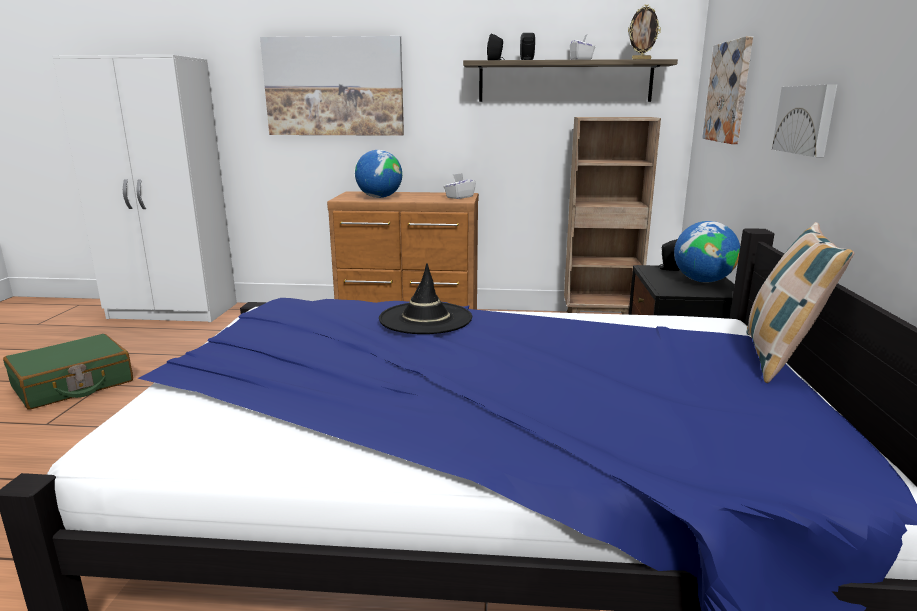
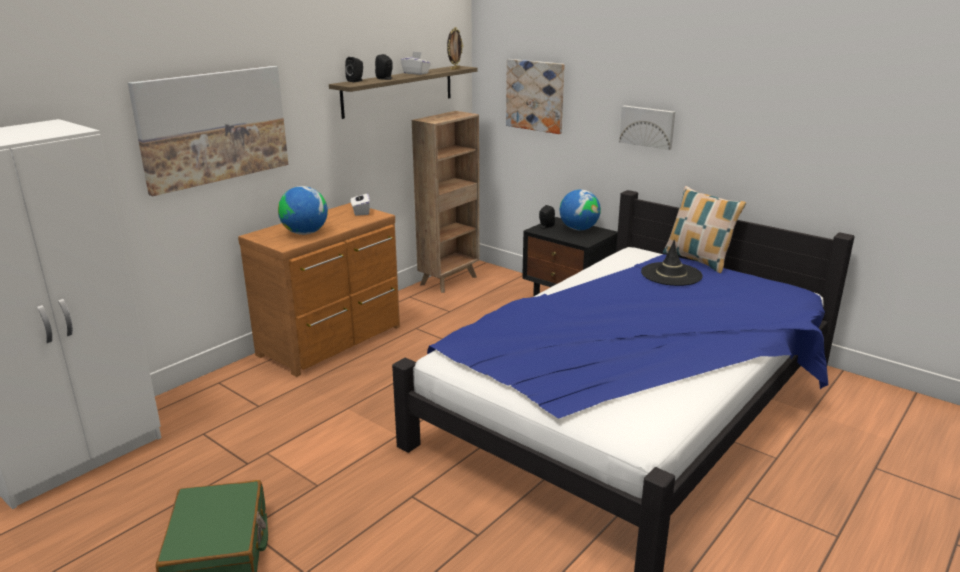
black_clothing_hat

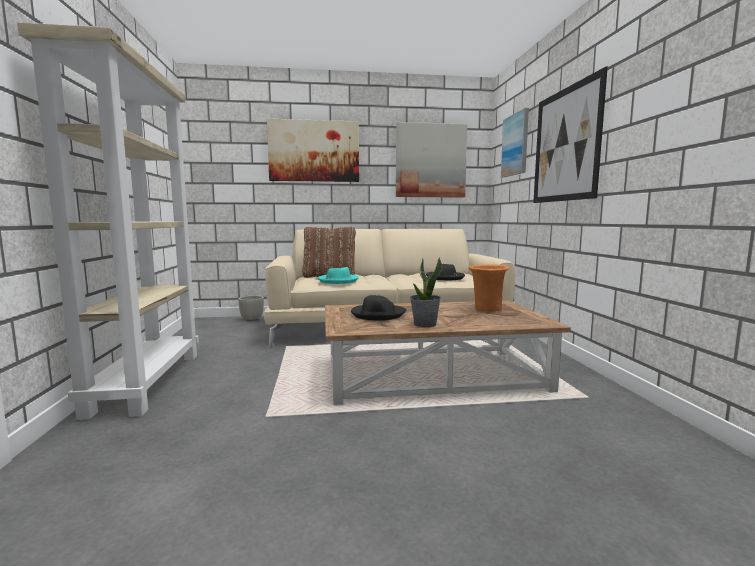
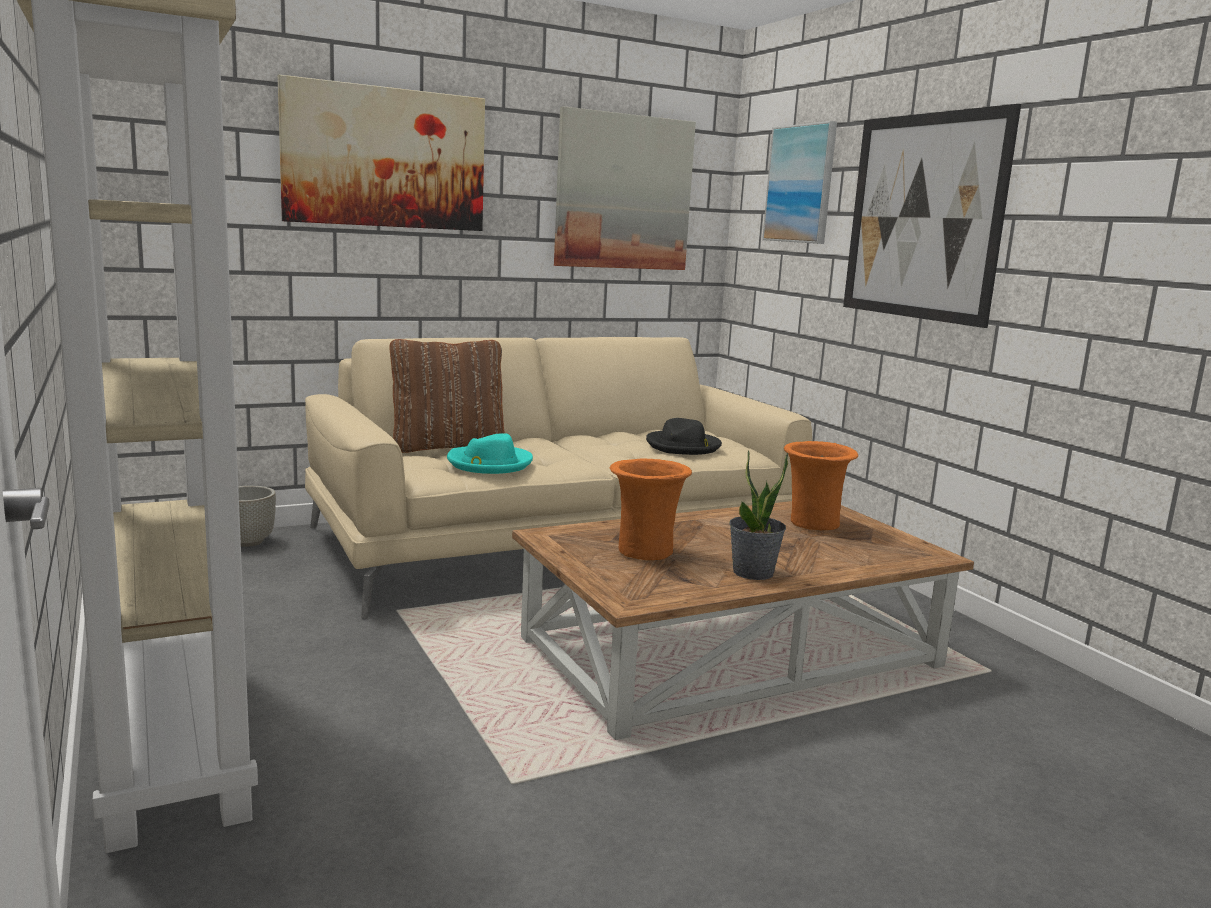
orangey_flower_vase (1st from left)

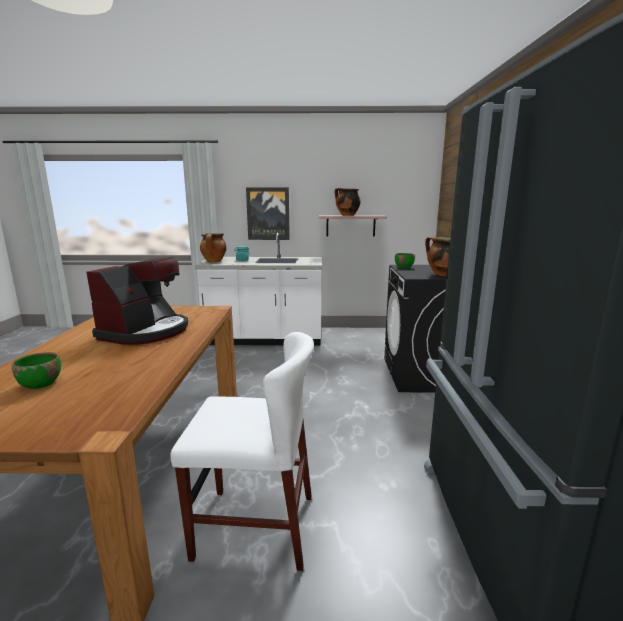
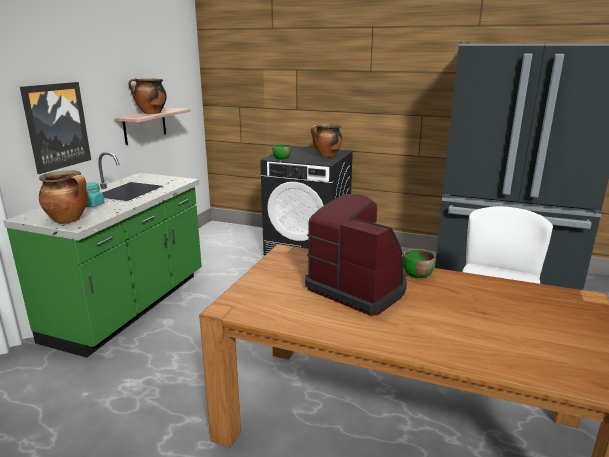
greenish_kitchen_counter; greenish_serving_bowl (2nd from left)

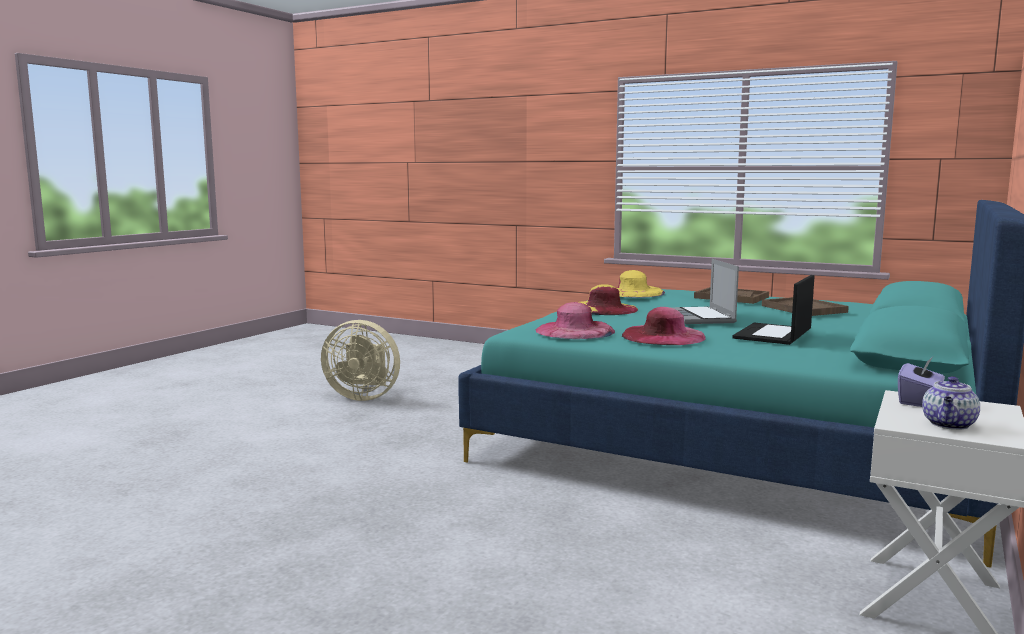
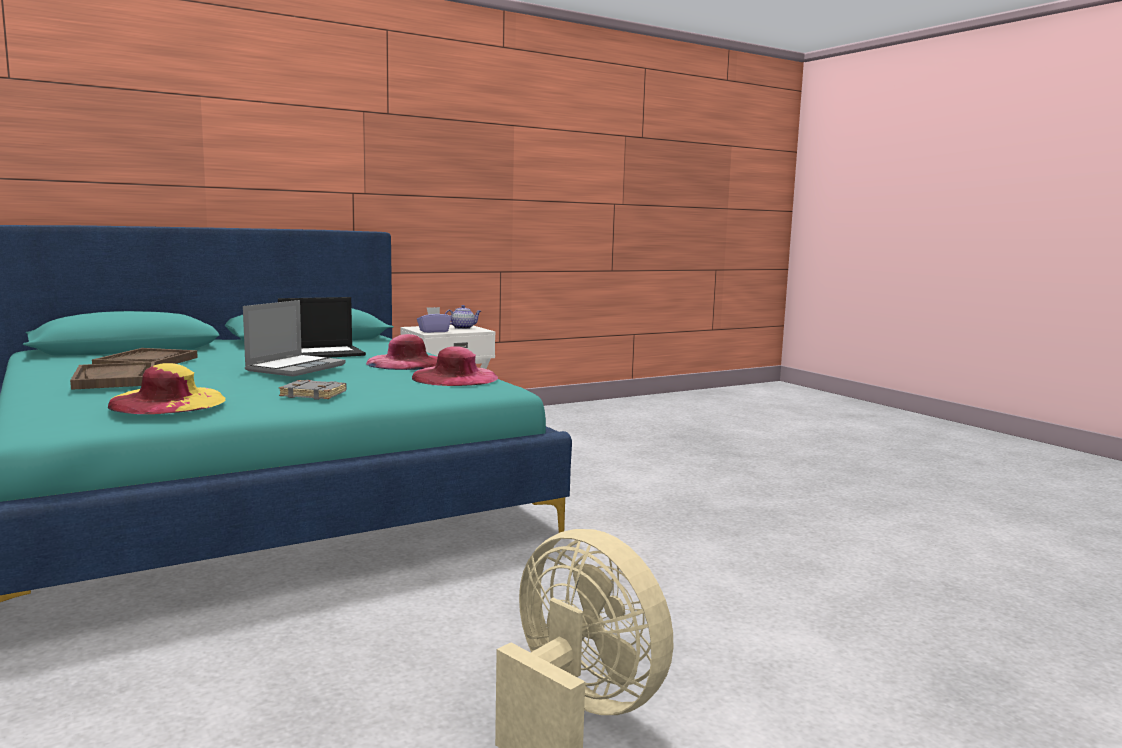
greyish_book

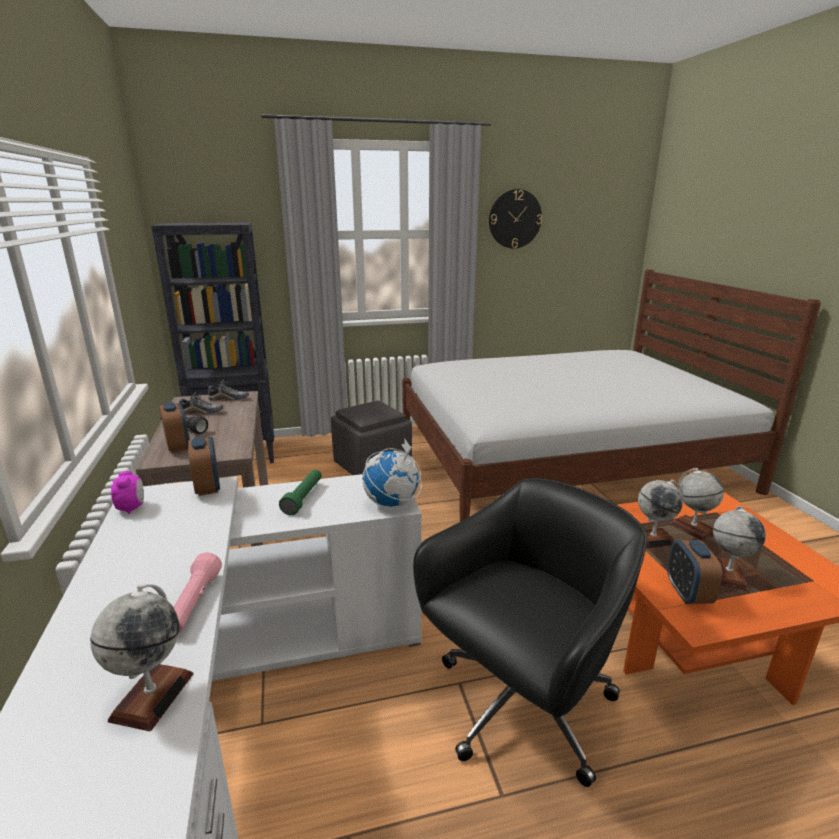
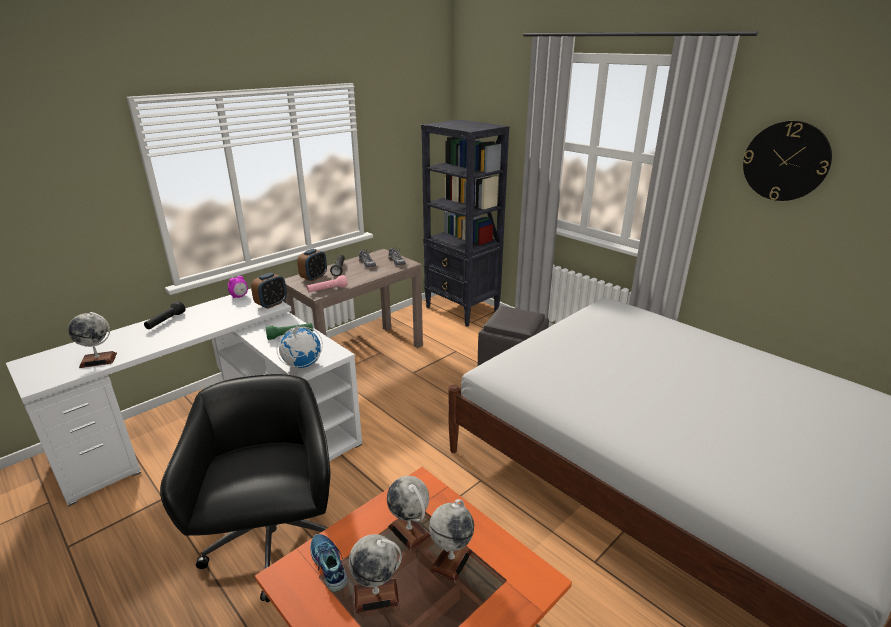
black_desk_chair; shoe (1st from left); pink-coloured_torch; black_torch (1st from left)

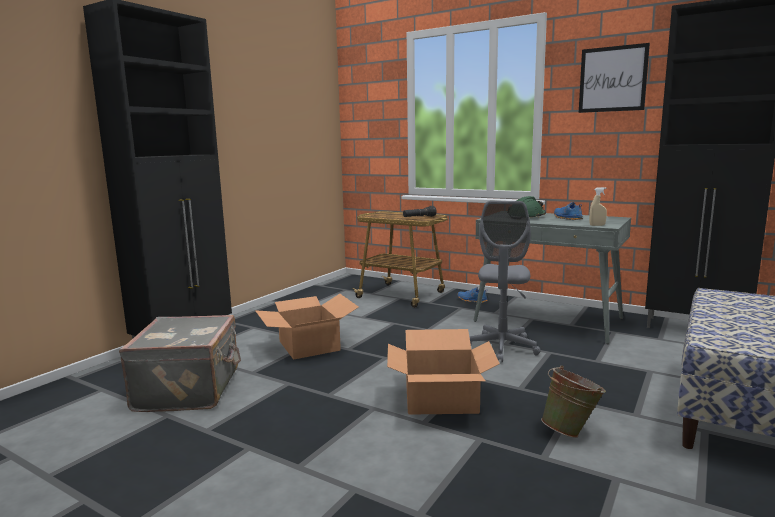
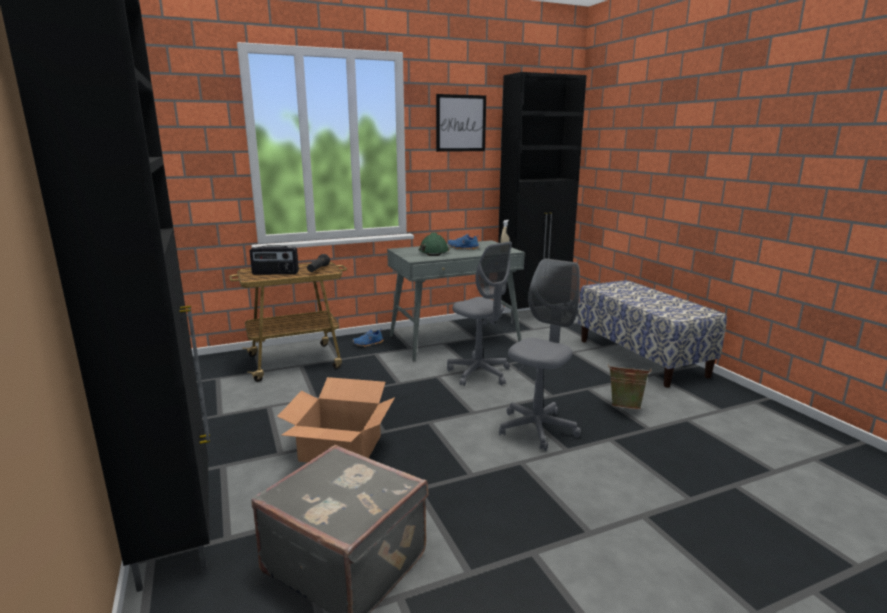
greyish_desk_chair (2nd from left); radio_receiver

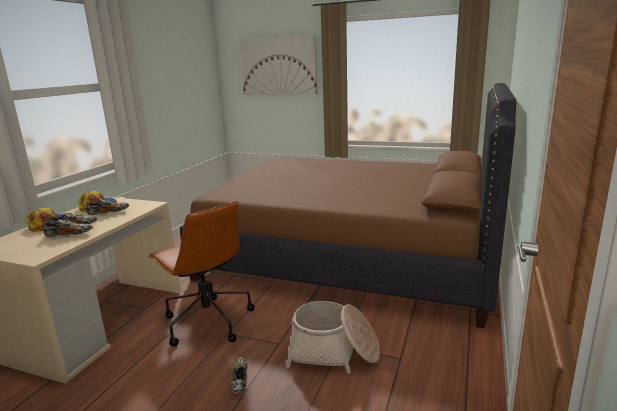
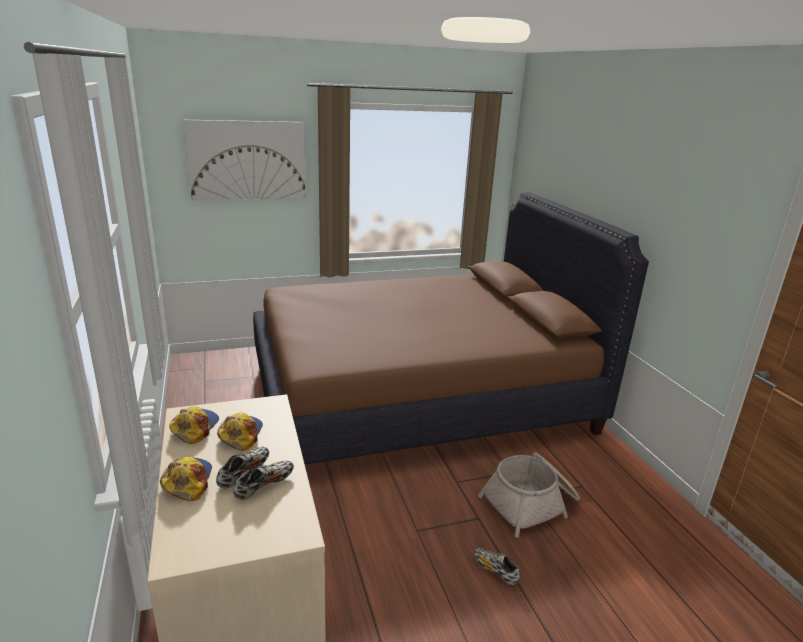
baseball_cap (3rd from left); brown-coloured_desk_chair

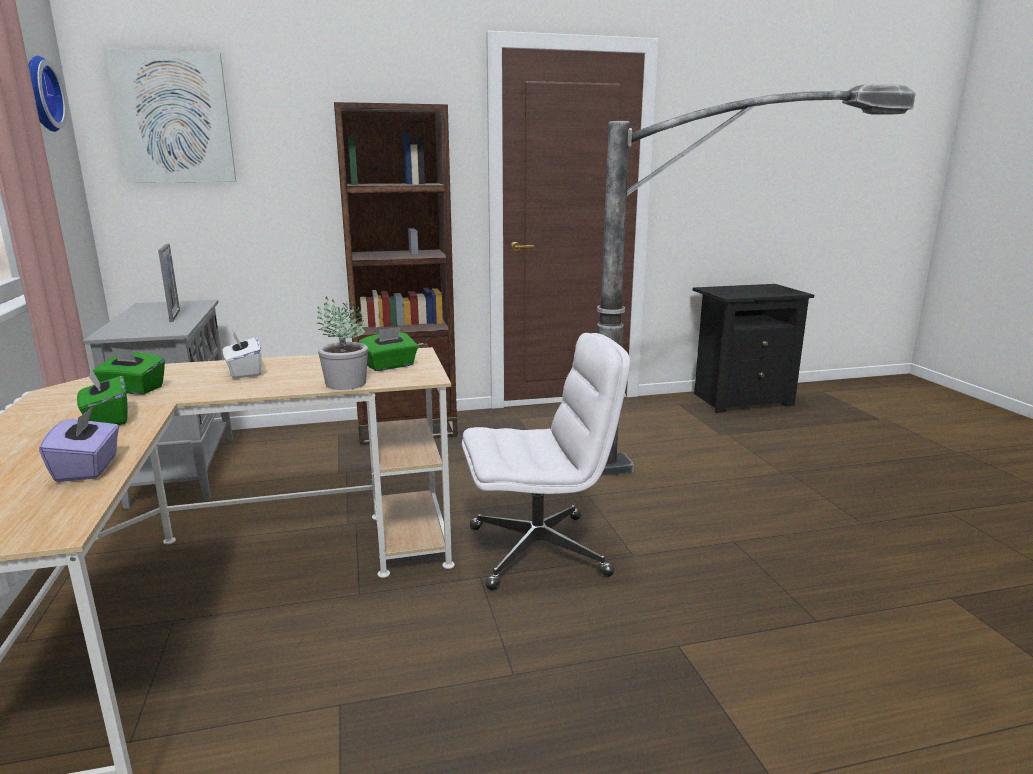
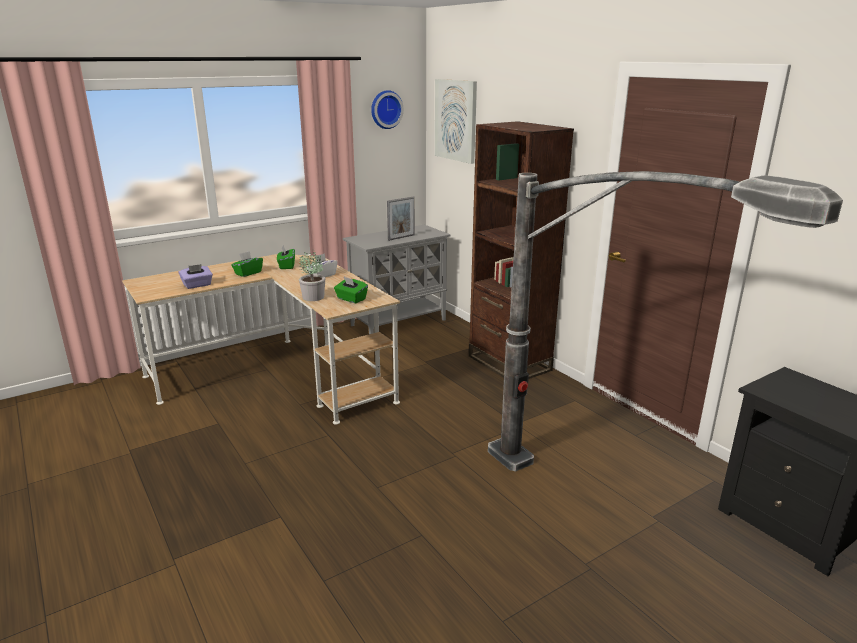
whitish_desk_chair

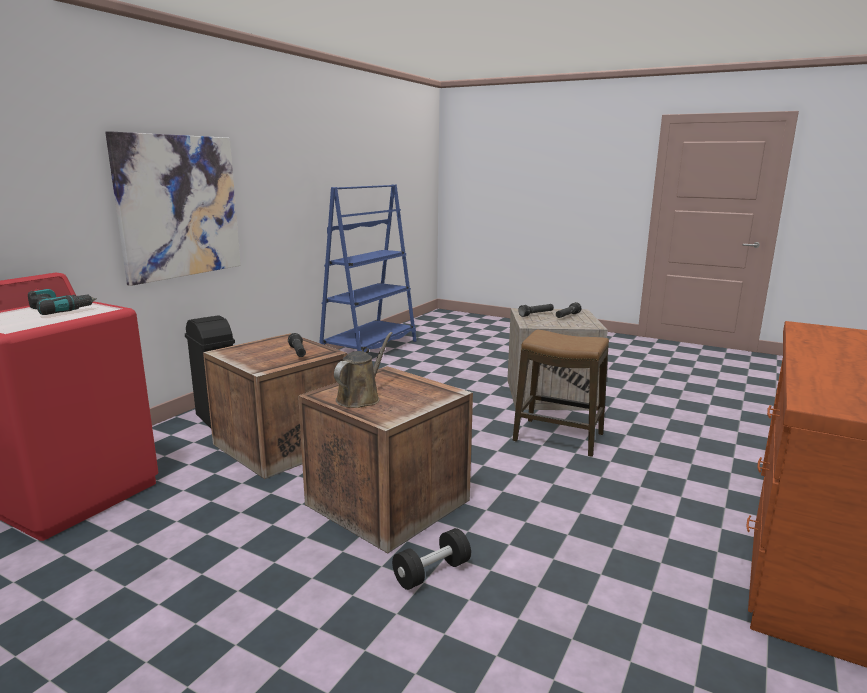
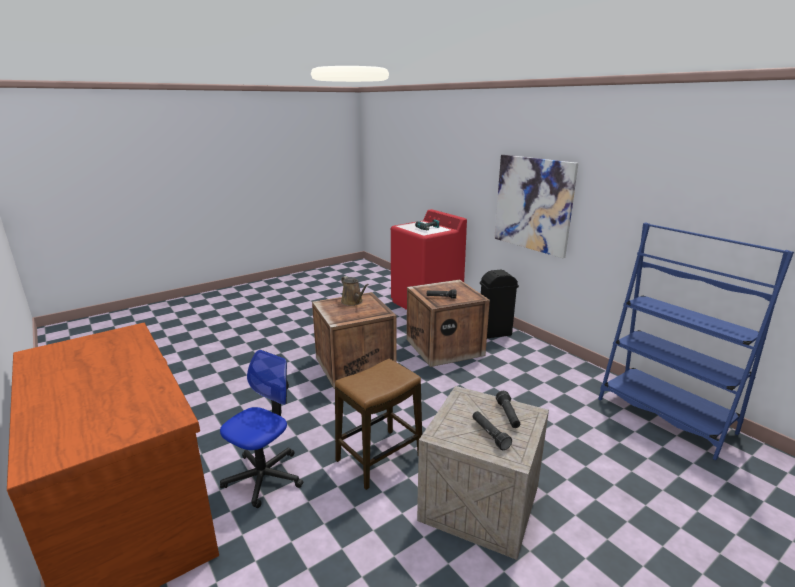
black_free_weight; desk_chair

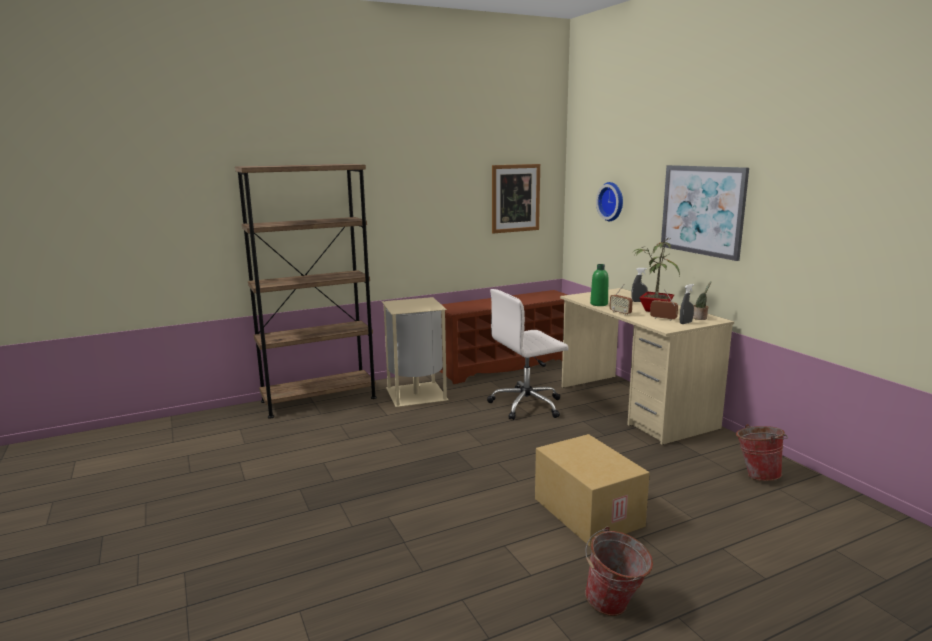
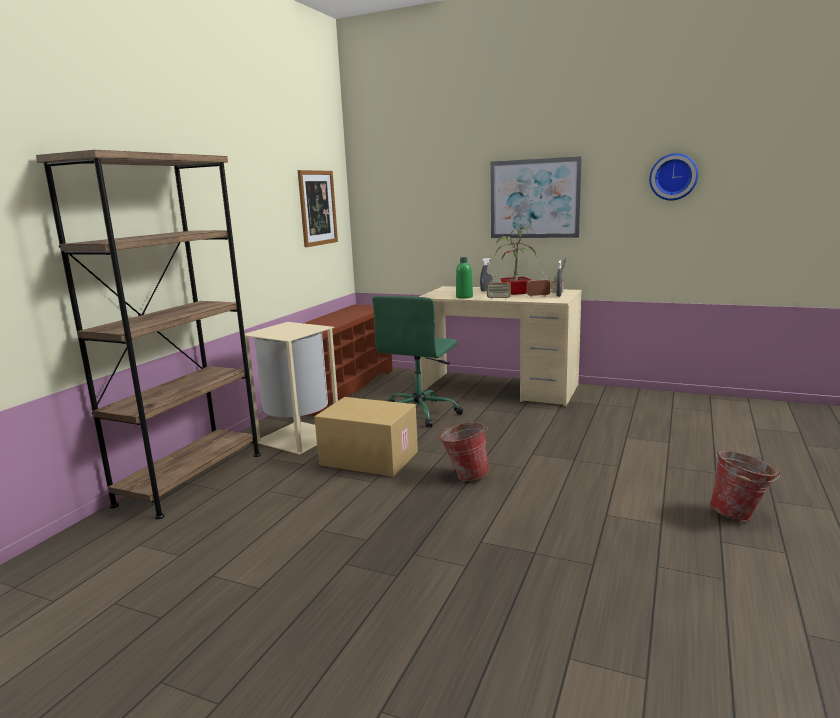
hanging_clock; greenish_desk_chair; pail (1st from left); cardboard_box

